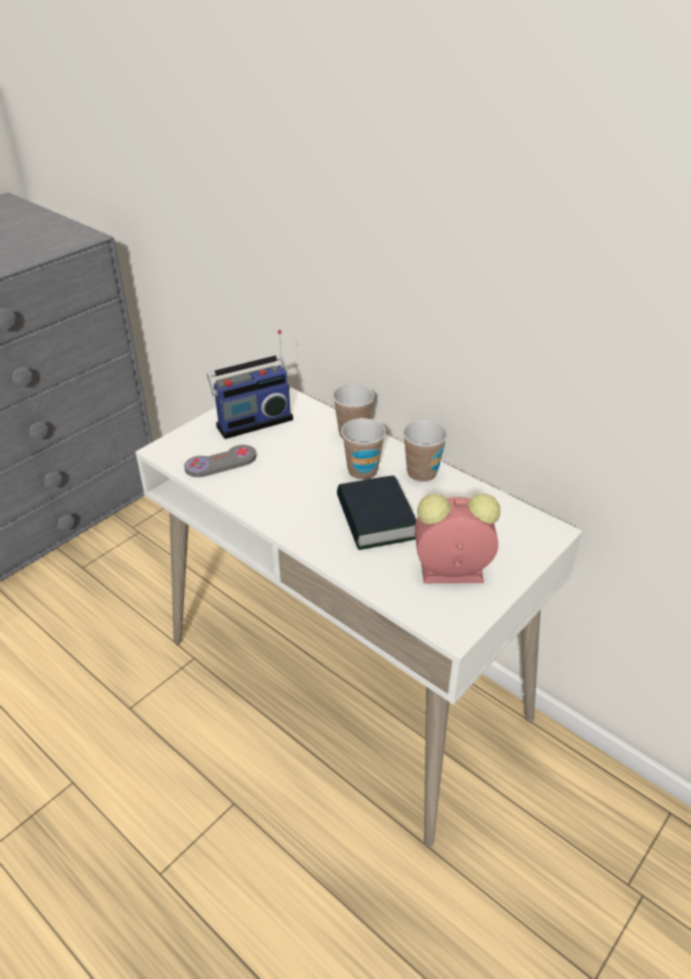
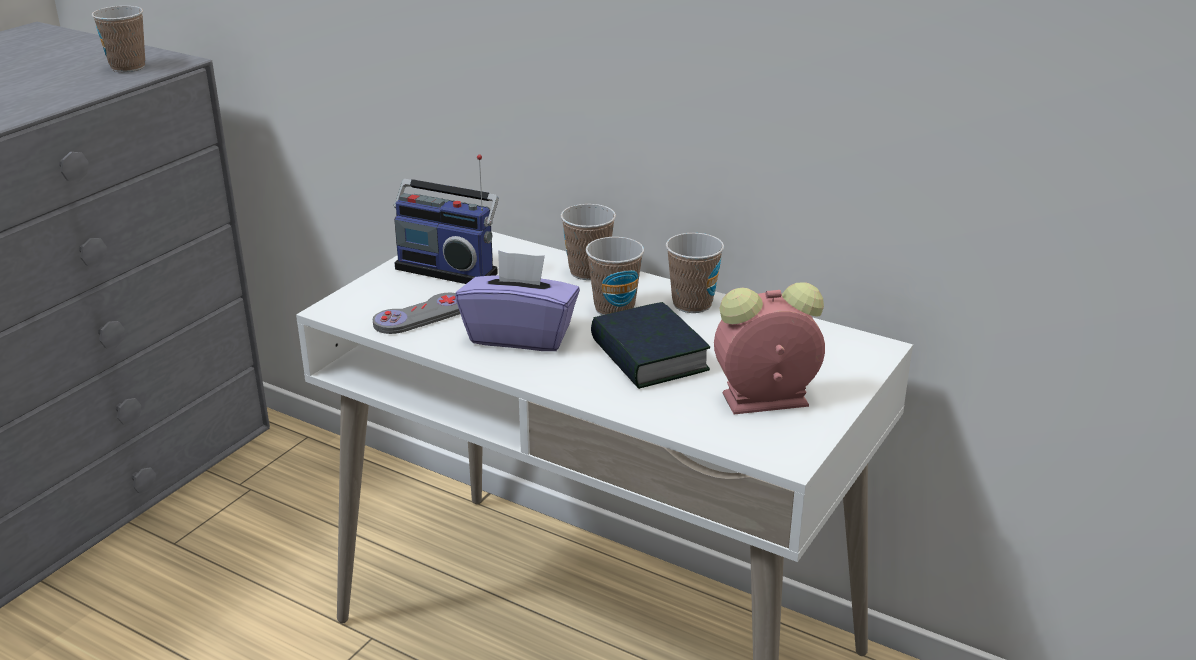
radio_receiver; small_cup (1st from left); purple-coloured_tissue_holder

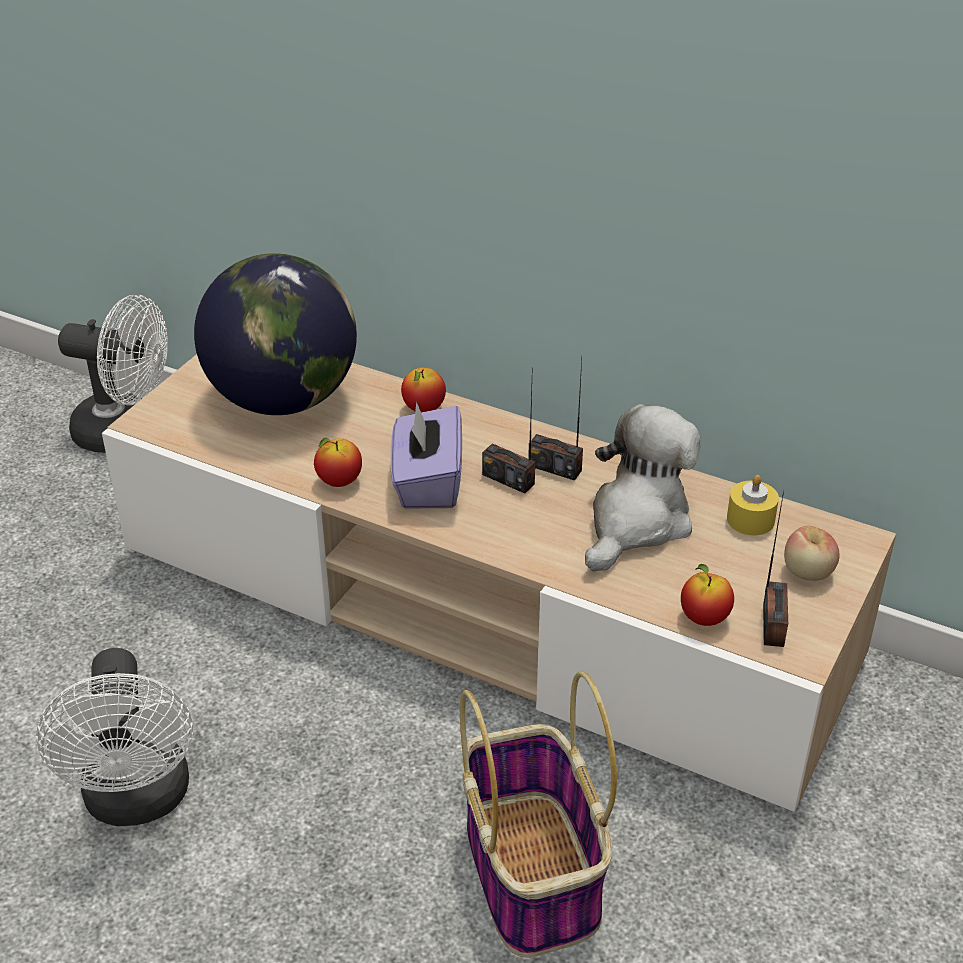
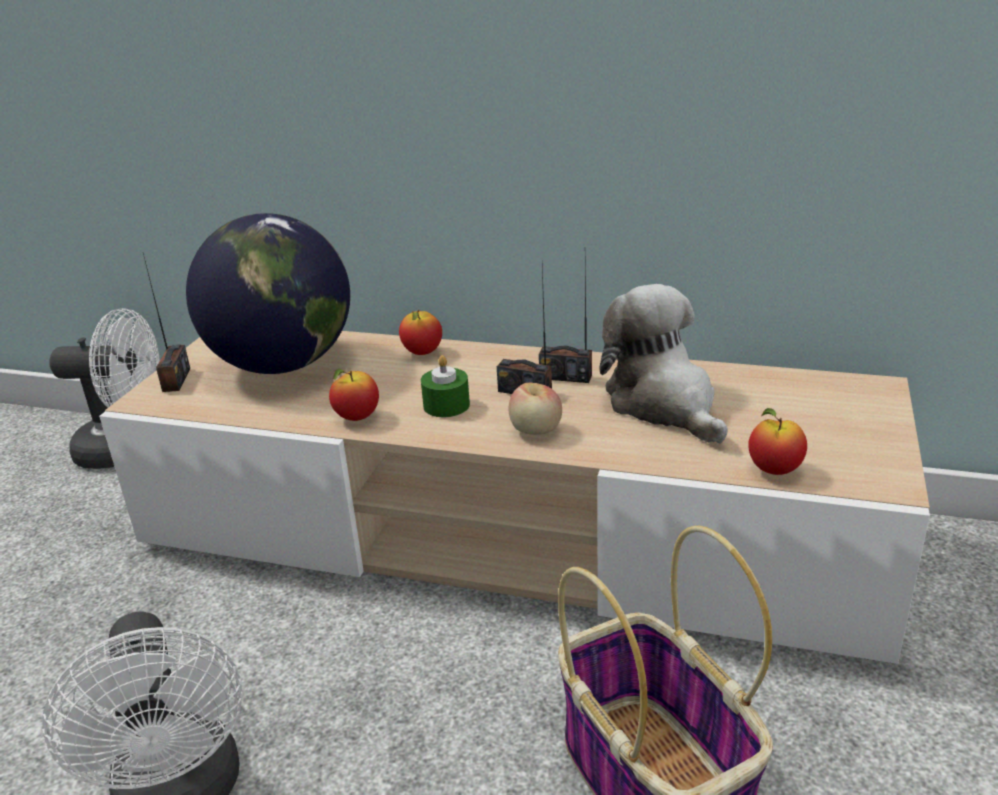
greenish_candle; plush_toy; yellow-coloured_candle; radio_receiver (1st from left); apple_fruit (3rd from left)

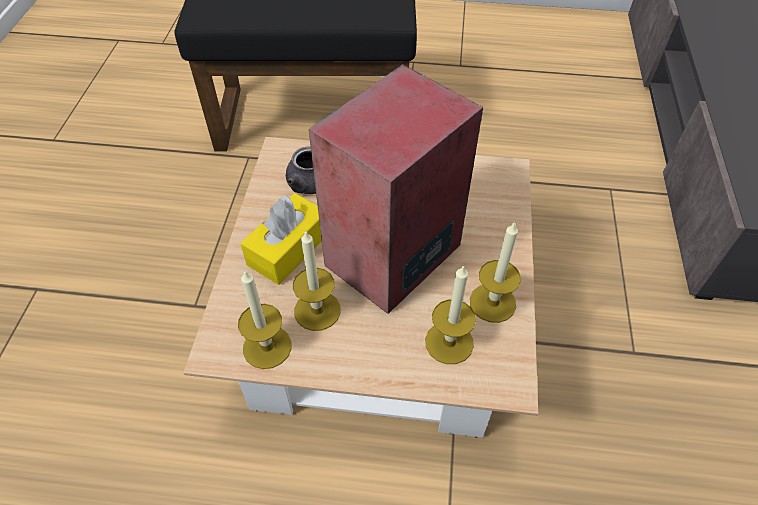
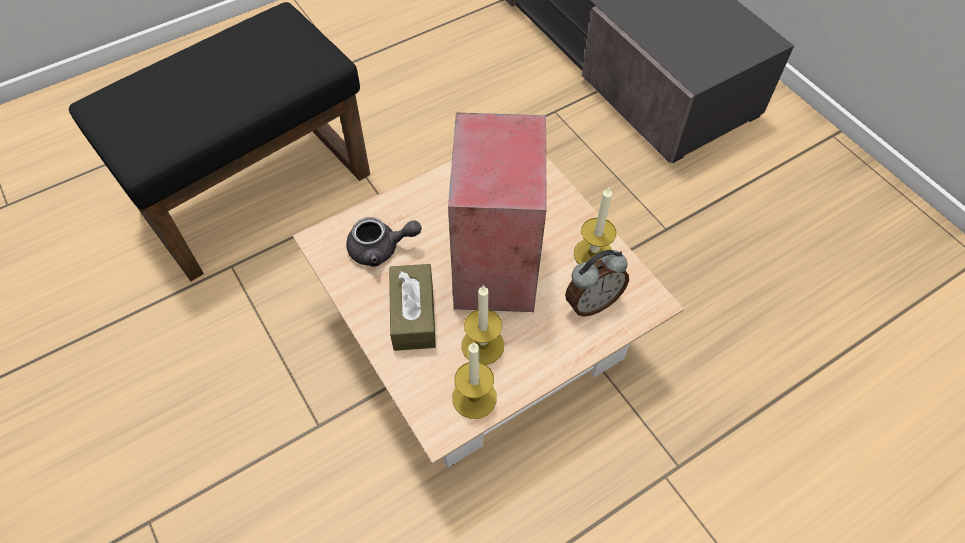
brown-coloured_tissue_holder; bedside_clock

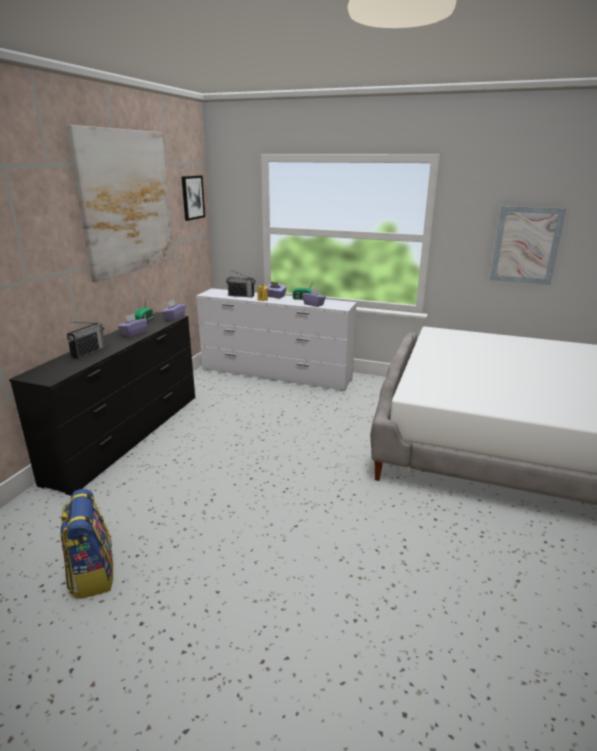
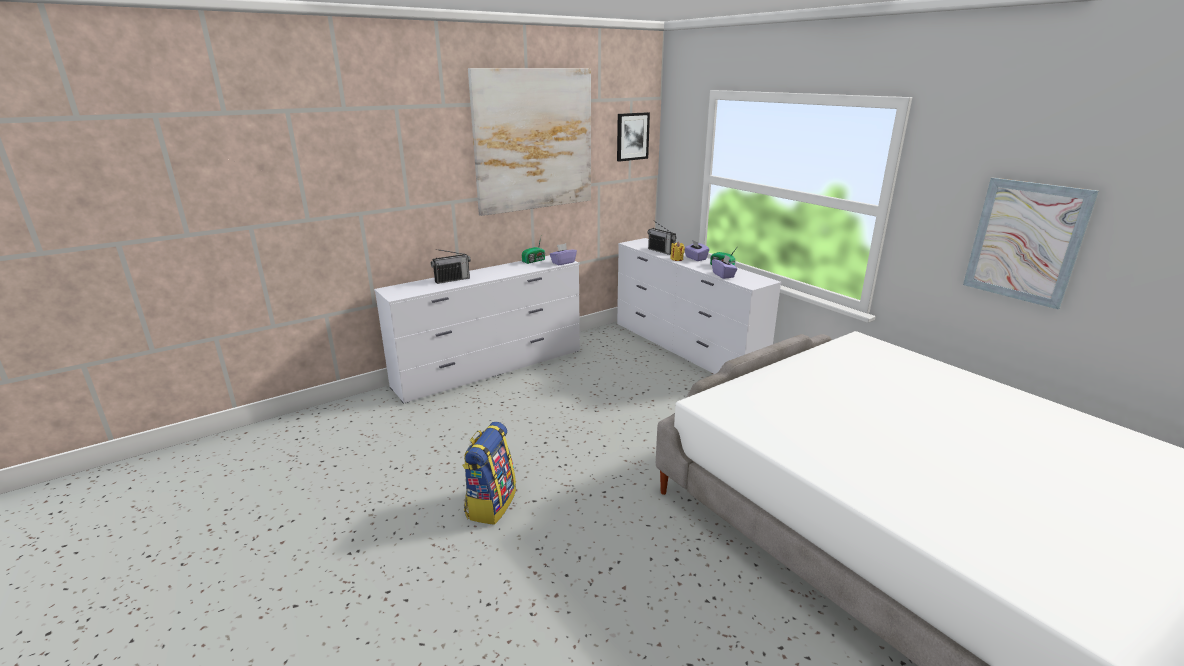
whitish_drawer_chest (1st from left); purple-coloured_tissue_holder (1st from left in the first image); knapsack

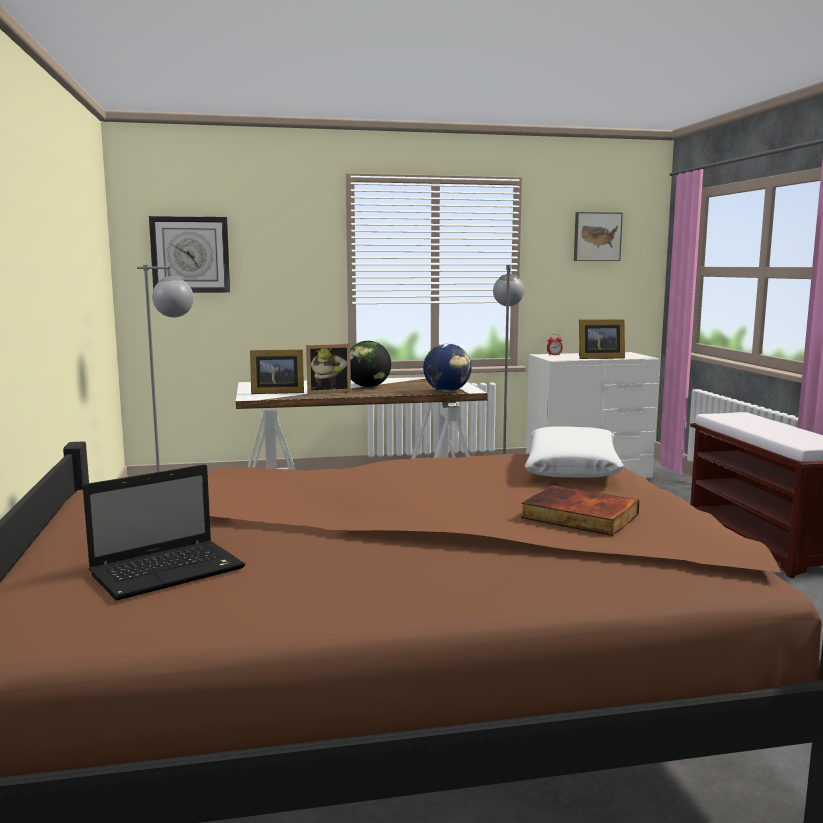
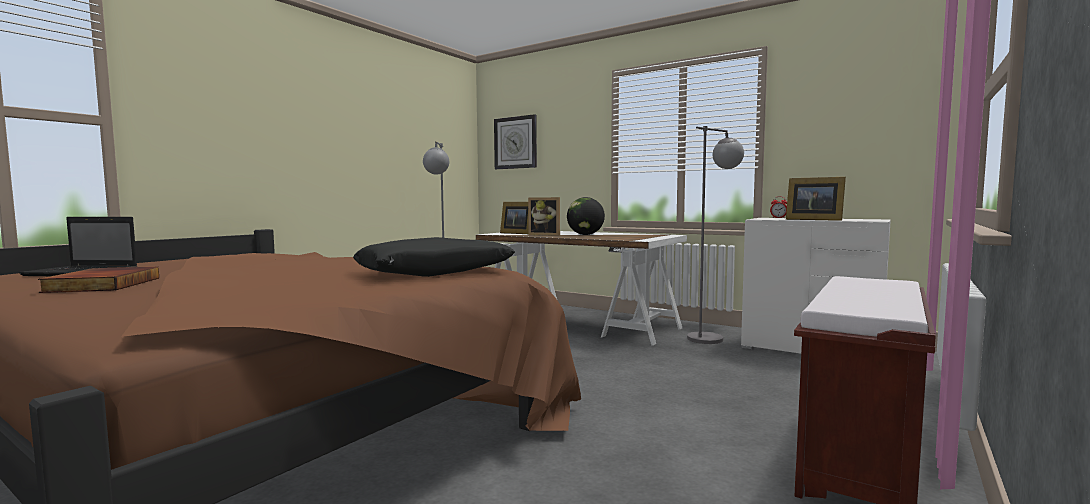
wall_art; globe (2nd from left in the first image); black_pillow; book

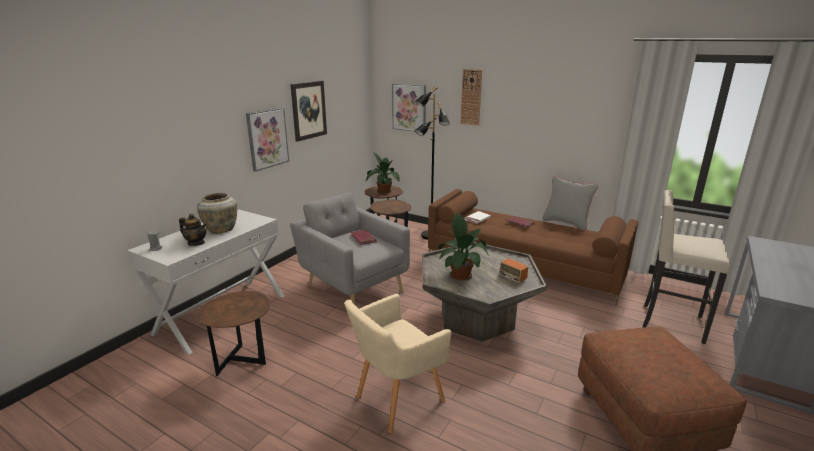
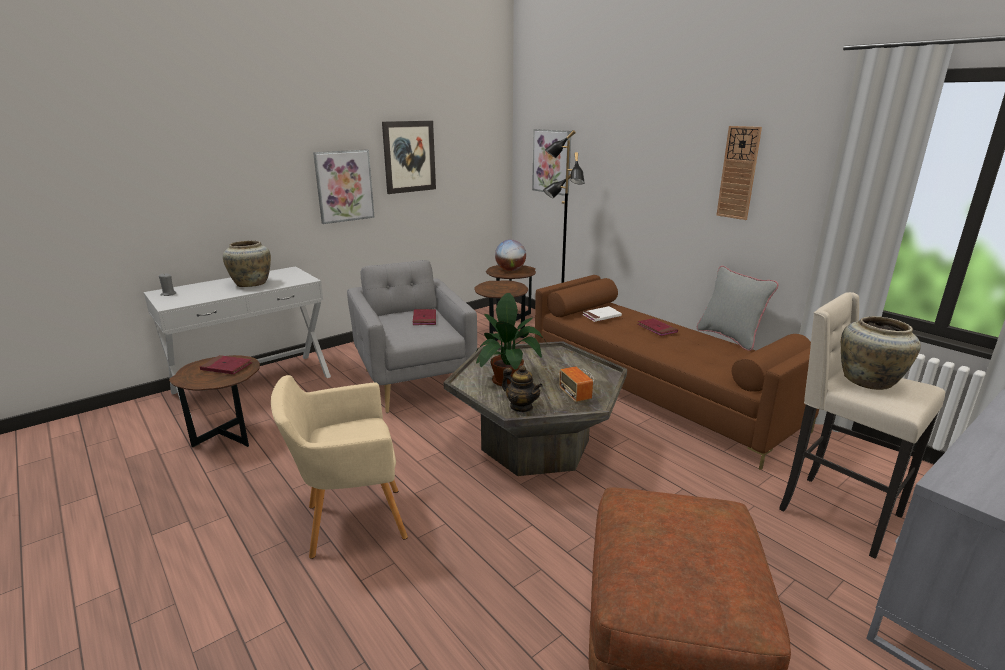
hanging_clock; globe; pot_for_tea; beige-coloured_flower_vase (2nd from left); reddish_book (1st from left)

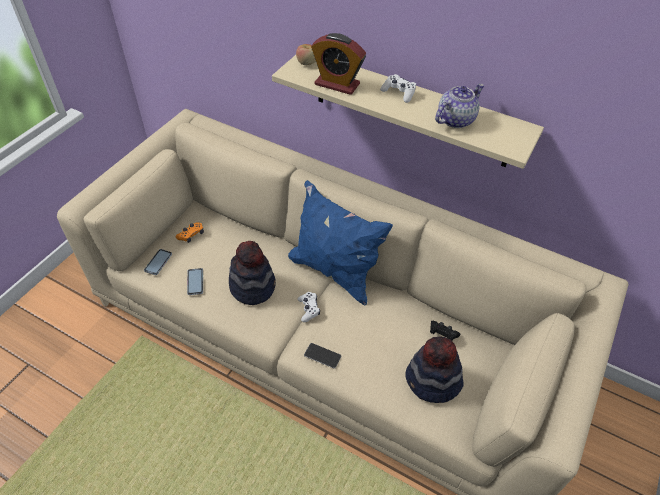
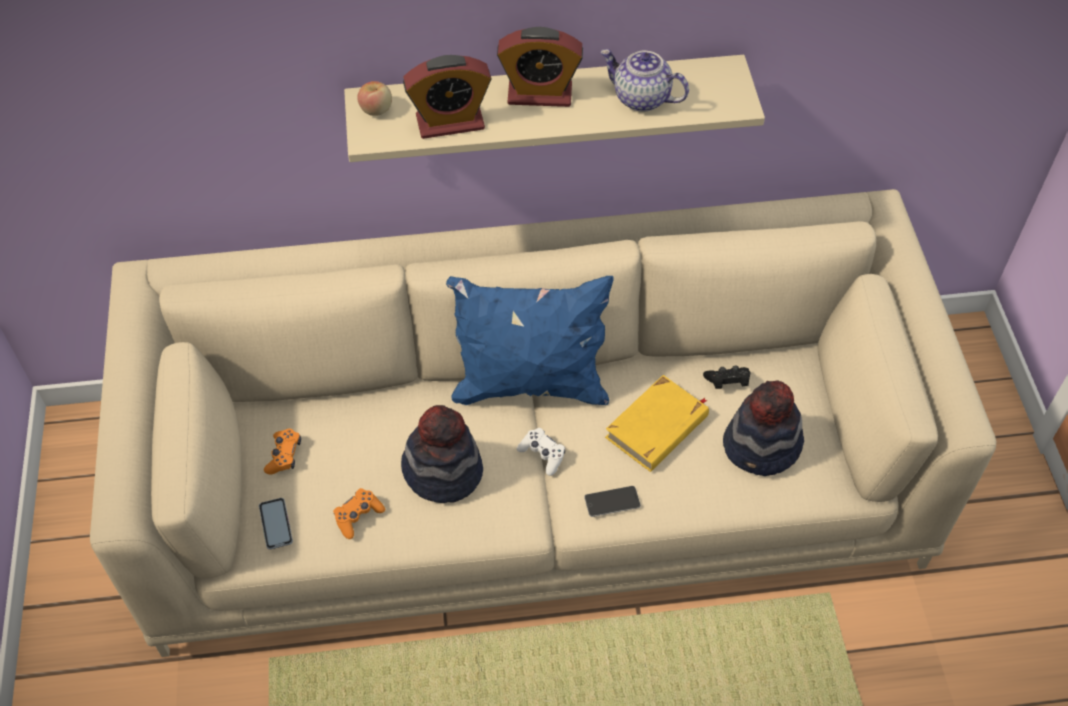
bedside_clock (2nd from left); pot_for_tea; orangey_gamepad (2nd from left); yellow-coloured_book

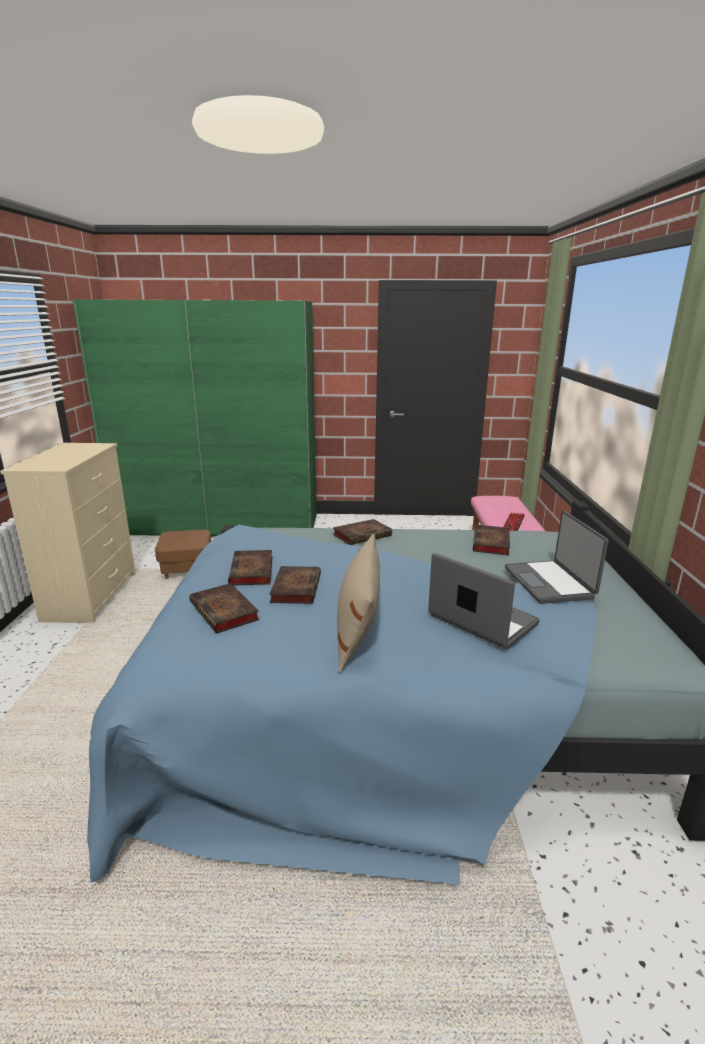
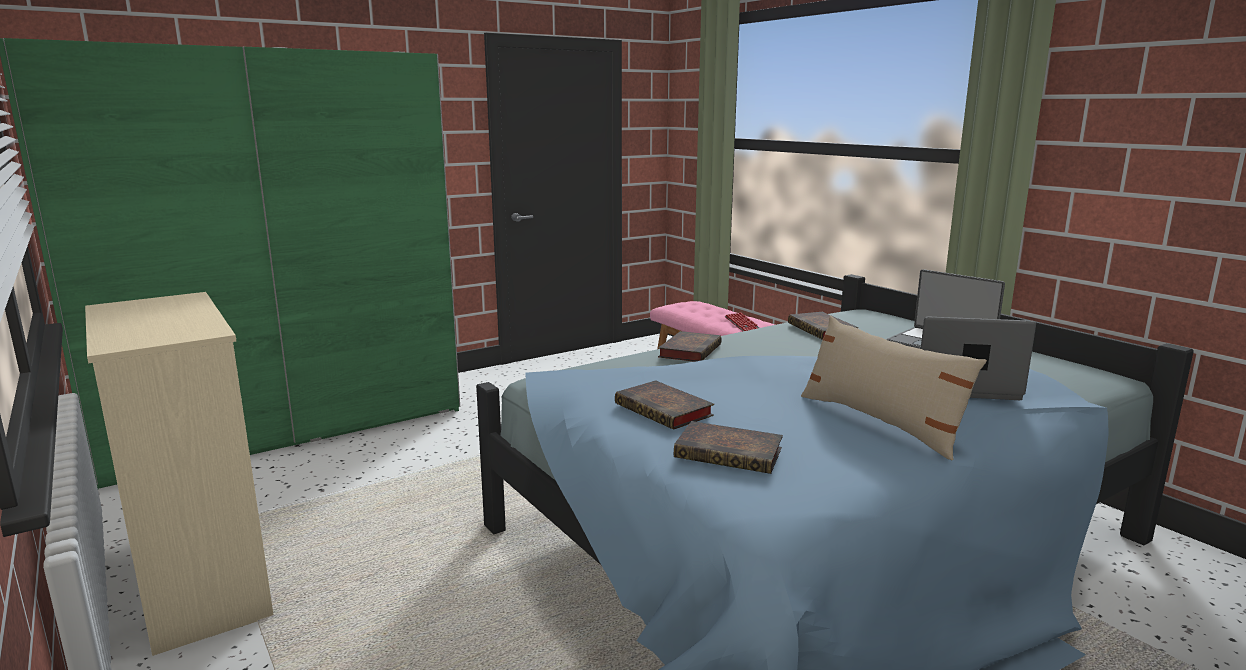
brown-coloured_pouffe; book (3rd from left in the first image)

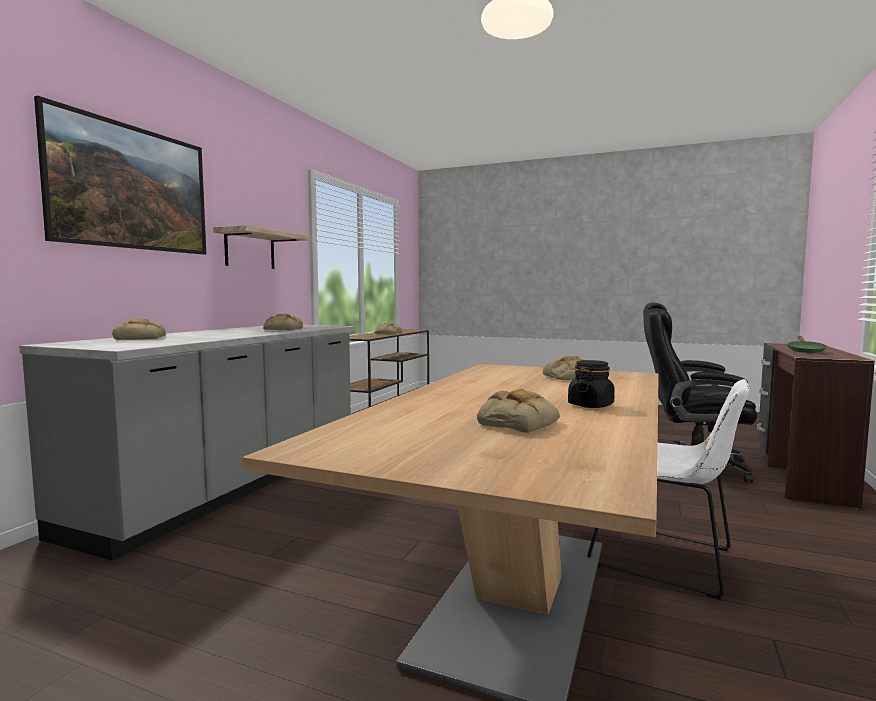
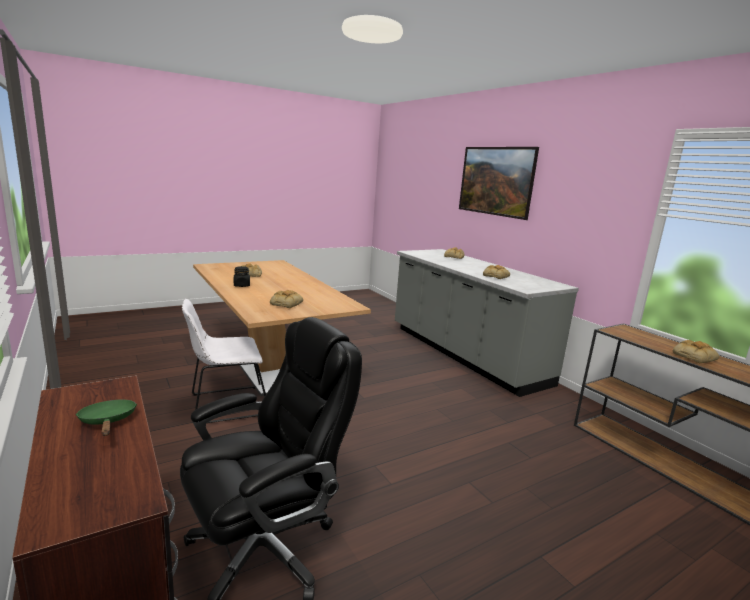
bracket_shelf

